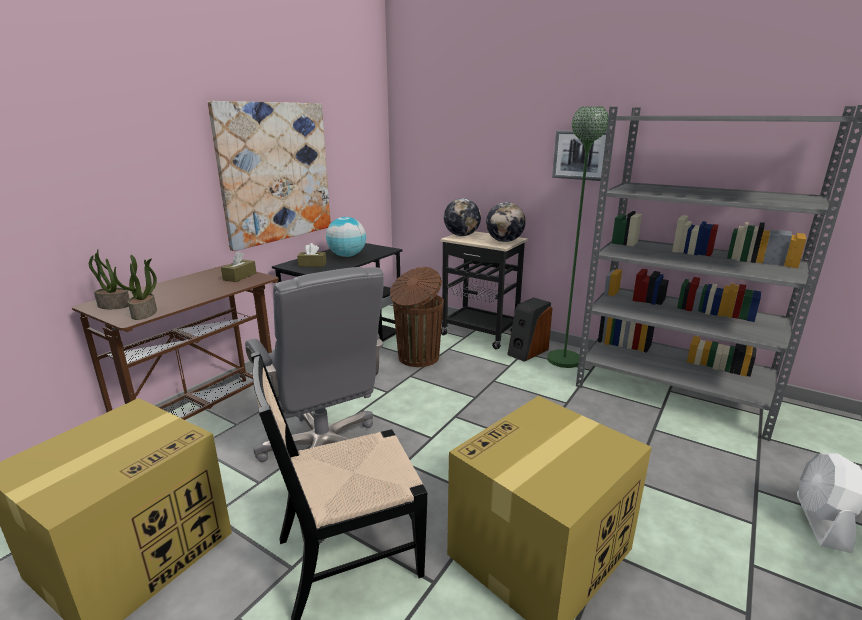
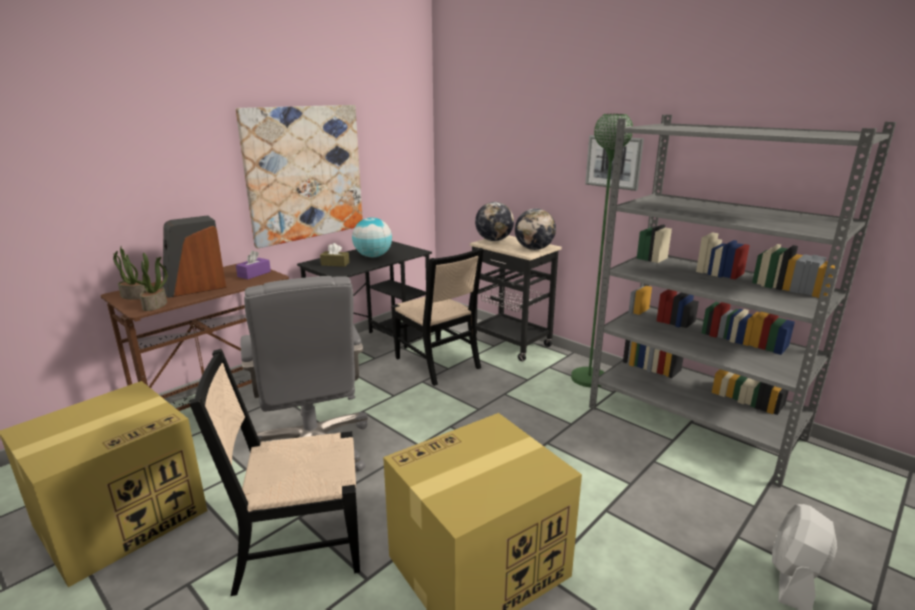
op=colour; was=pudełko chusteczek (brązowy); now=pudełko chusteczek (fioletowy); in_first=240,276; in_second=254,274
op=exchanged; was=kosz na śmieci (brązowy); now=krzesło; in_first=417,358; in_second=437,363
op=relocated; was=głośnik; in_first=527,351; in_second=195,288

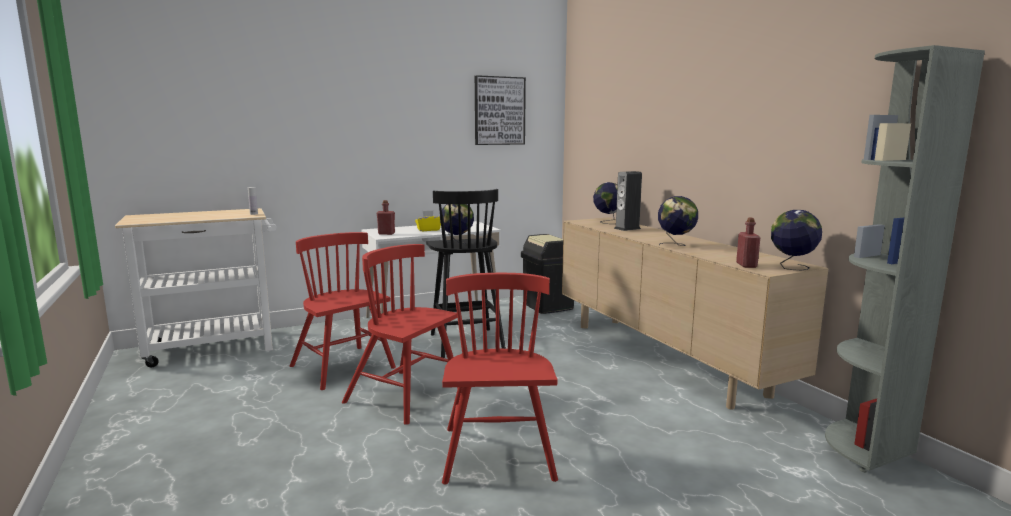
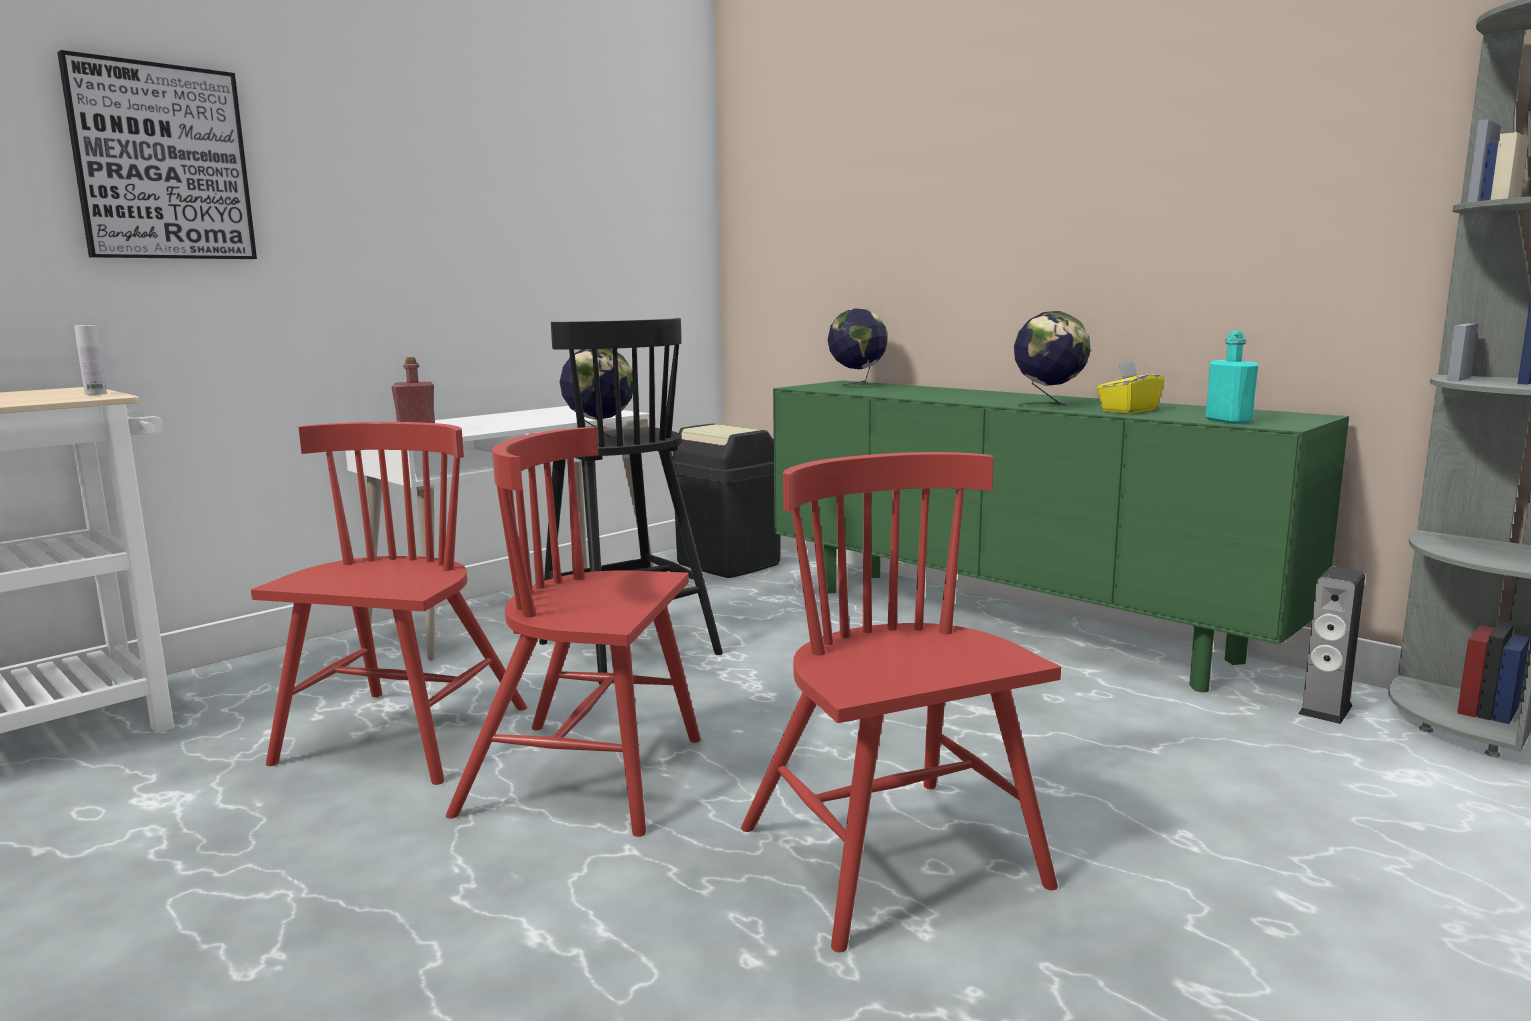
op=relocated; was=obraz; in_first=499,111; in_second=162,163
op=relocated; was=głośnik; in_first=627,228; in_second=1325,709
op=relocated; was=pudełko chusteczek (żółty); in_first=428,230; in_second=1128,410
op=missing; was=globus; in_first=792,267
op=colour; was=szafka (beżowy); now=szafka (zielony); in_first=663,357; in_second=1010,622
op=colour; was=butelka (czerwony); now=butelka (turkusowy); in_first=746,265; in_second=1228,421
op=spun; was=krzesło (czerwony); in_first=345,368; in_second=396,740; clockwise=75

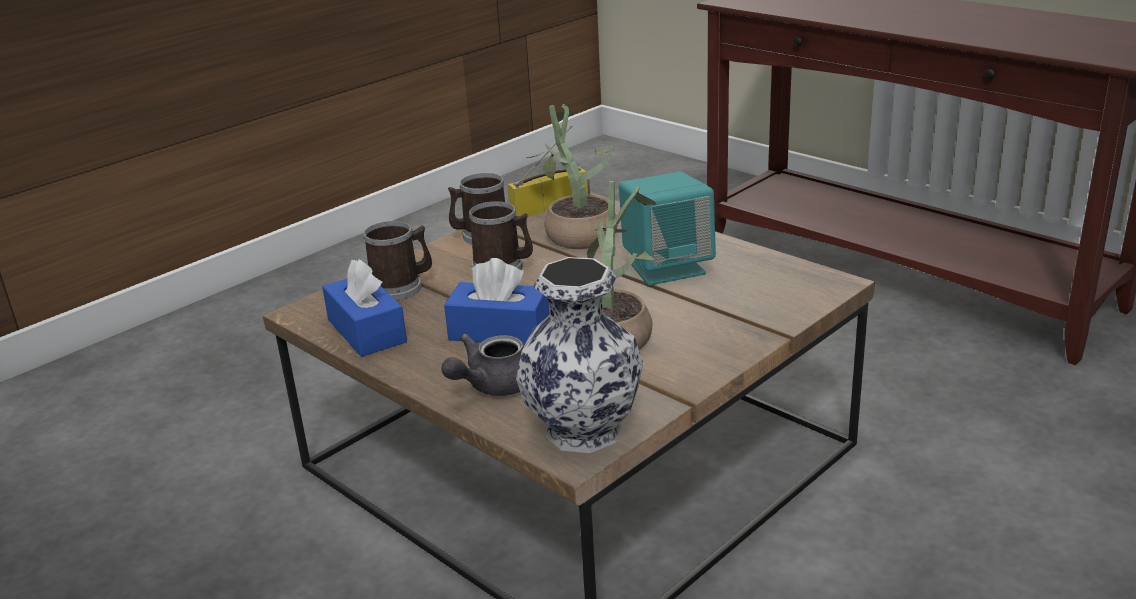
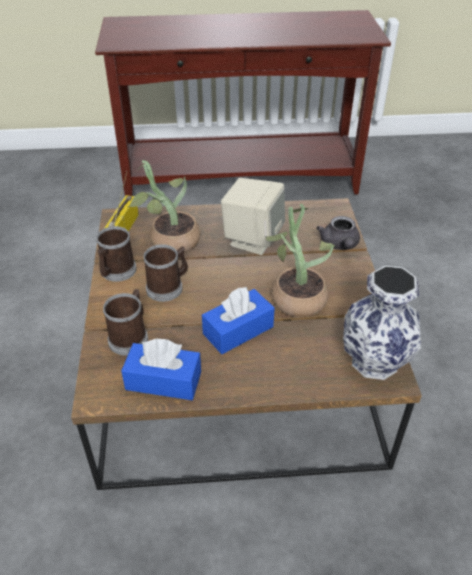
op=colour; was=głośnik (turkusowy); now=głośnik (beżowy); in_first=667,268; in_second=252,239
op=relocated; was=imbryk (szary); in_first=493,386; in_second=340,245

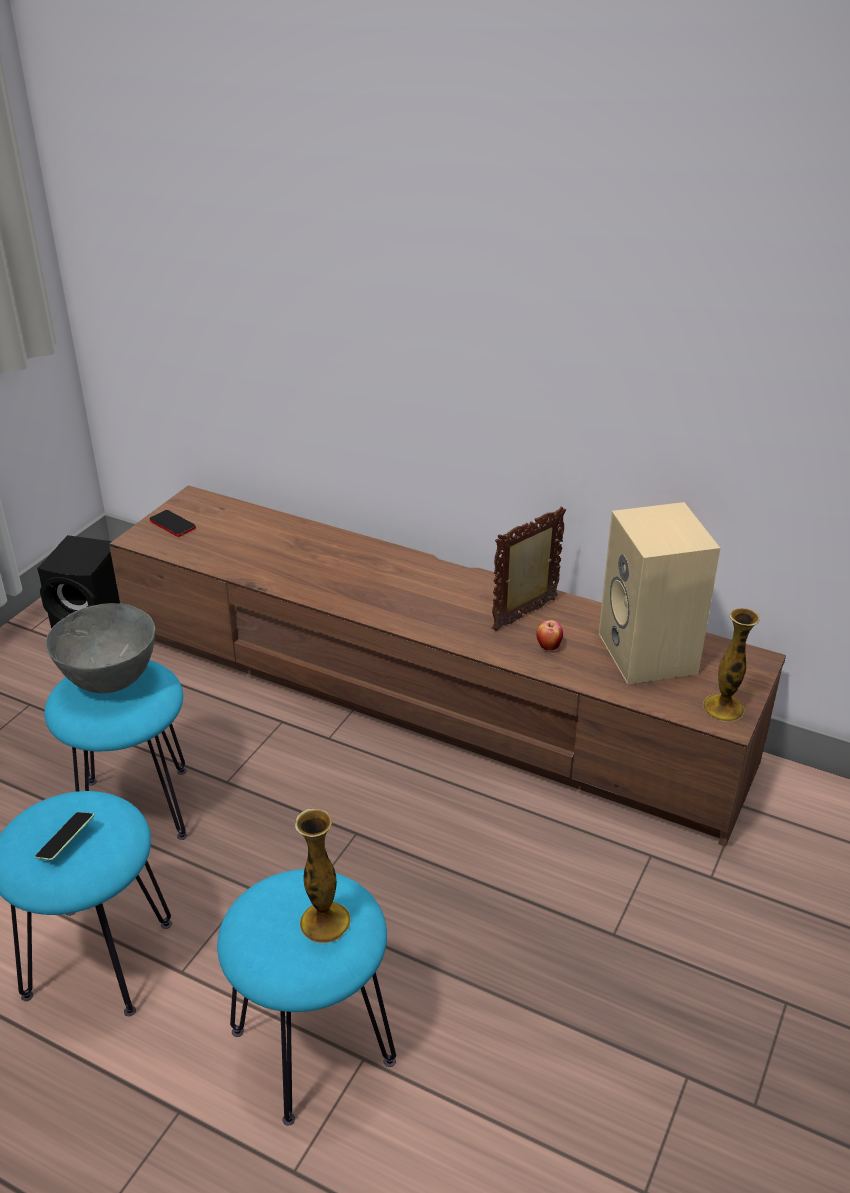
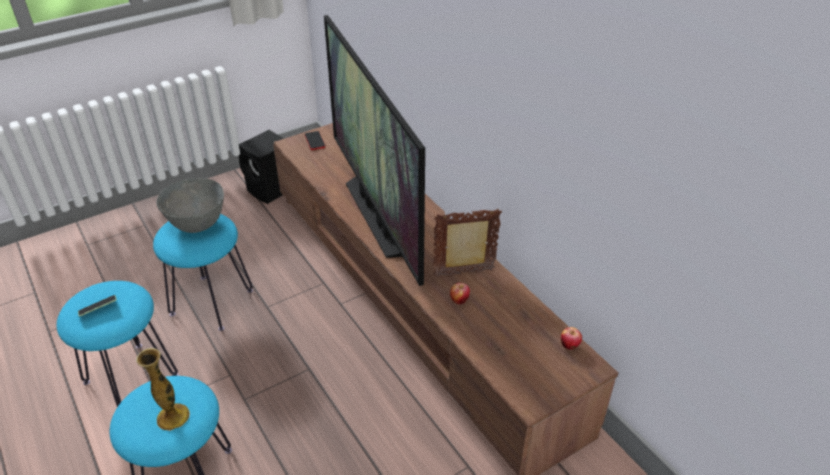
op=missing; was=głośnik (beżowy); in_first=650,654
op=missing; was=wazon; in_first=723,708
op=appeared; now=telewizor; in_second=377,215
op=appeared; now=jabłko; in_second=569,346

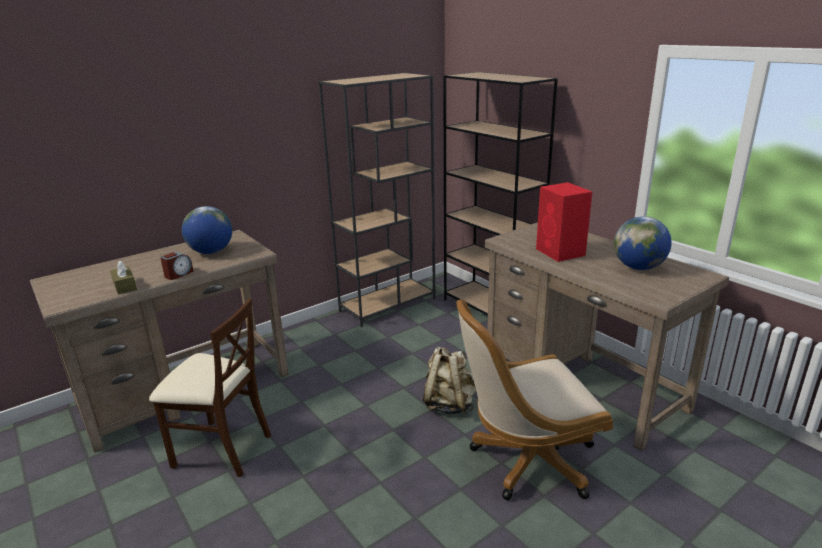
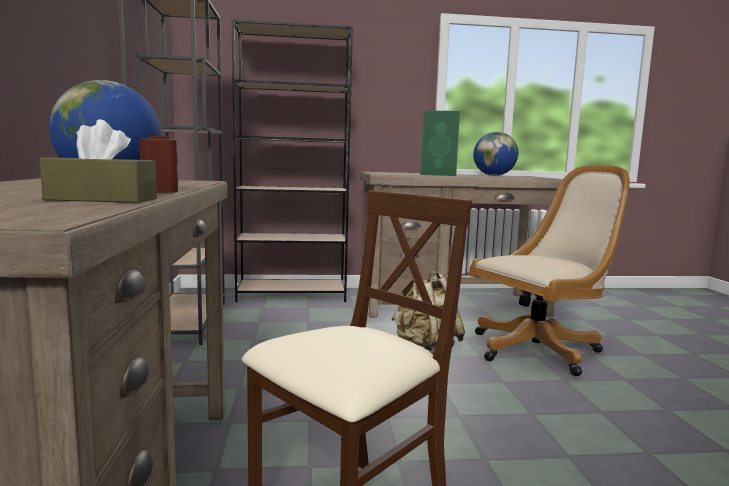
op=colour; was=głośnik (czerwony); now=głośnik (zielony); in_first=561,252; in_second=439,175
op=spun; was=krzesło biurowe; in_first=525,461; in_second=541,348; clockwise=-135

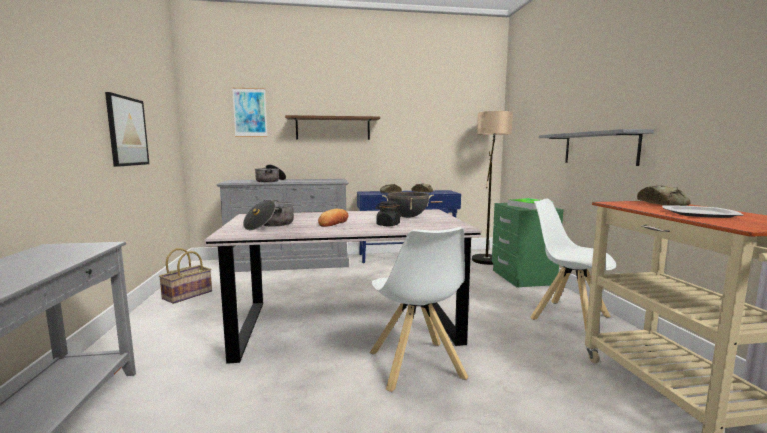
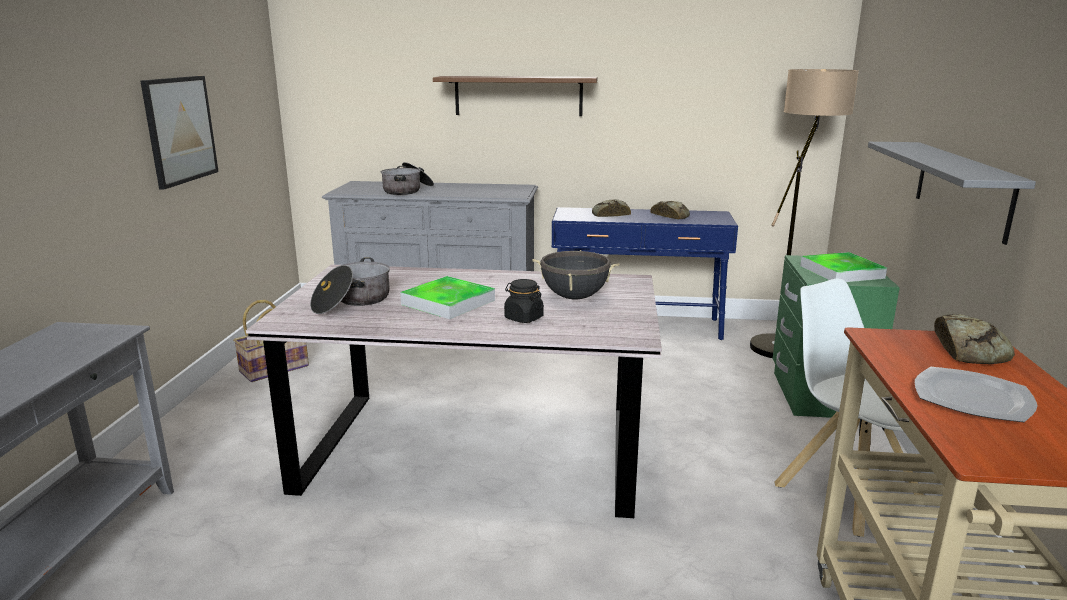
op=missing; was=obraz; in_first=250,112
op=exchanged; was=chleb; now=taca; in_first=334,222; in_second=448,302
op=missing; was=krzesło (biały); in_first=416,366

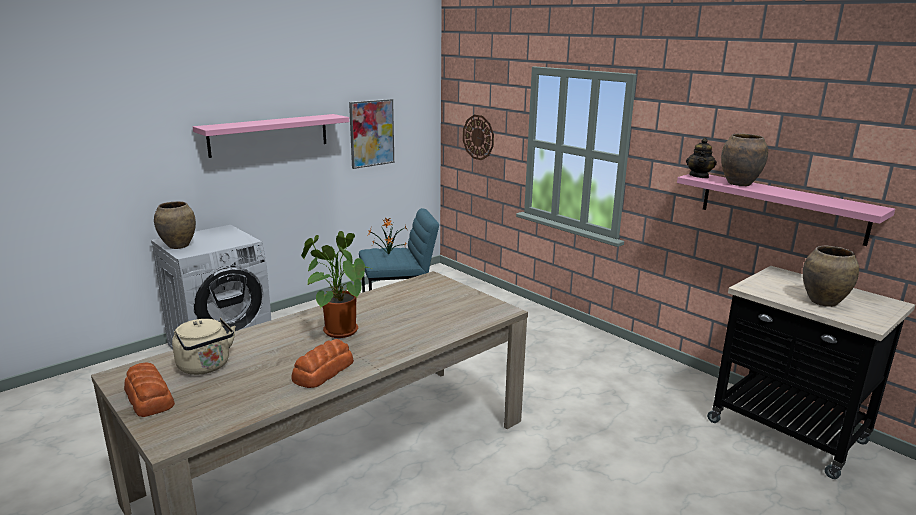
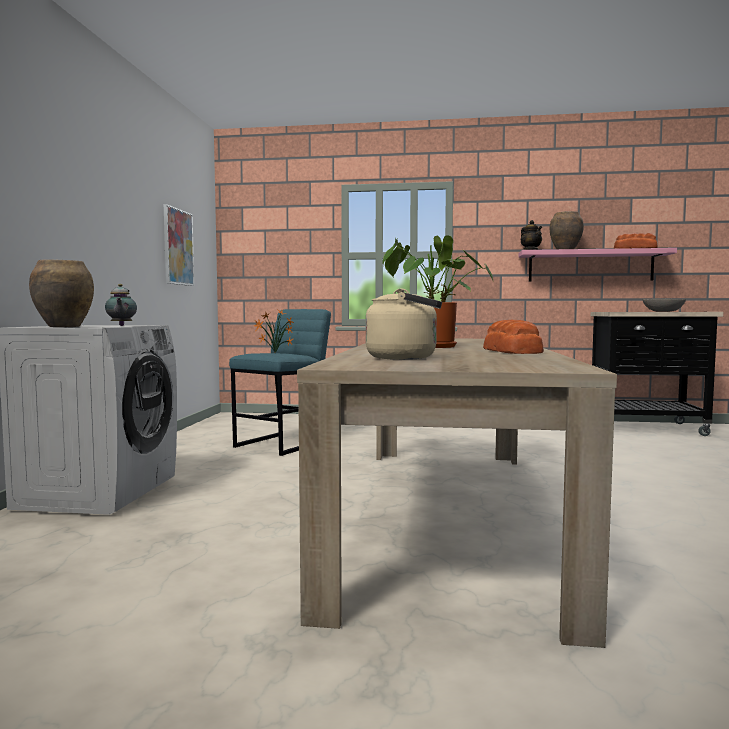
op=missing; was=półka (różowy); in_first=269,135
op=missing; was=zegar ścienny; in_first=478,137
op=exchanged; was=wazon (brązowy); now=miska (szary); in_first=823,302; in_second=663,311
op=relocated; was=chleb; in_first=149,397; in_second=634,249
op=appeared; now=imbryk; in_second=121,325

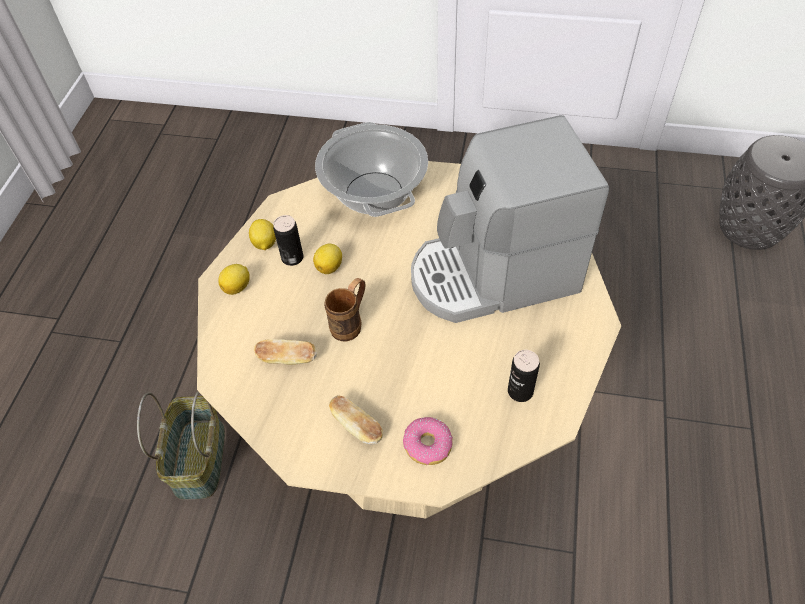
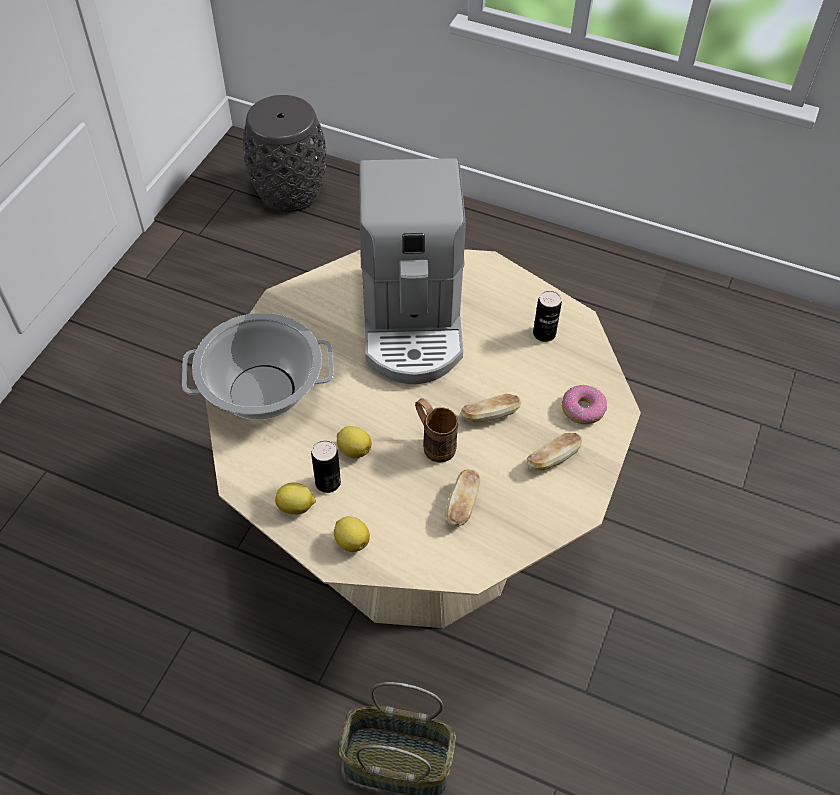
op=appeared; now=chleb; in_second=490,415

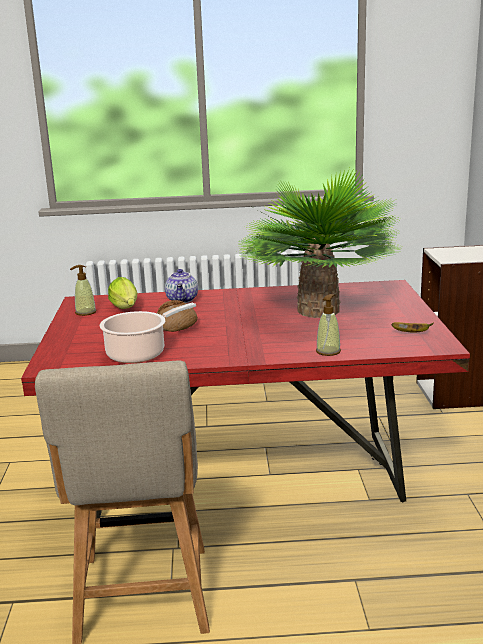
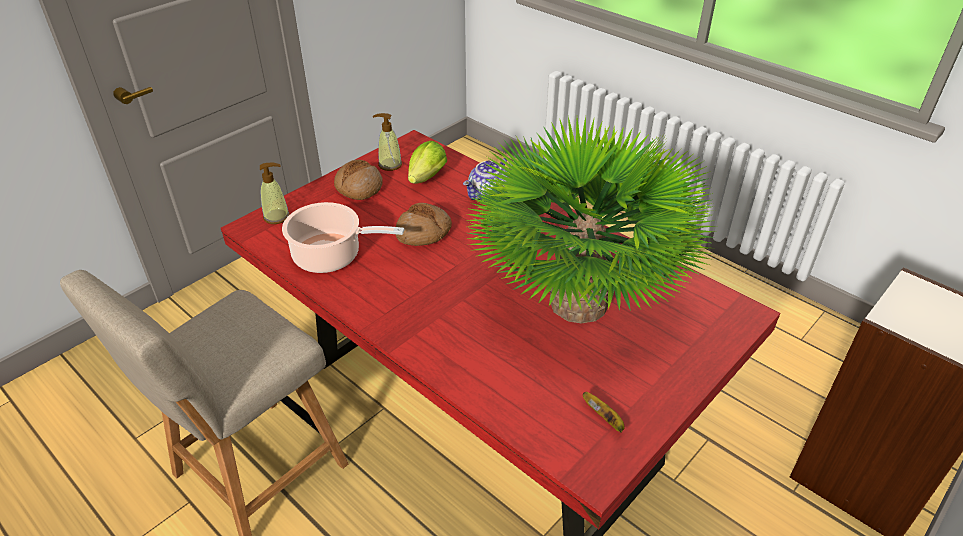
op=relocated; was=dozownik mydła; in_first=328,351; in_second=277,217
op=appeared; now=chleb; in_second=358,187

